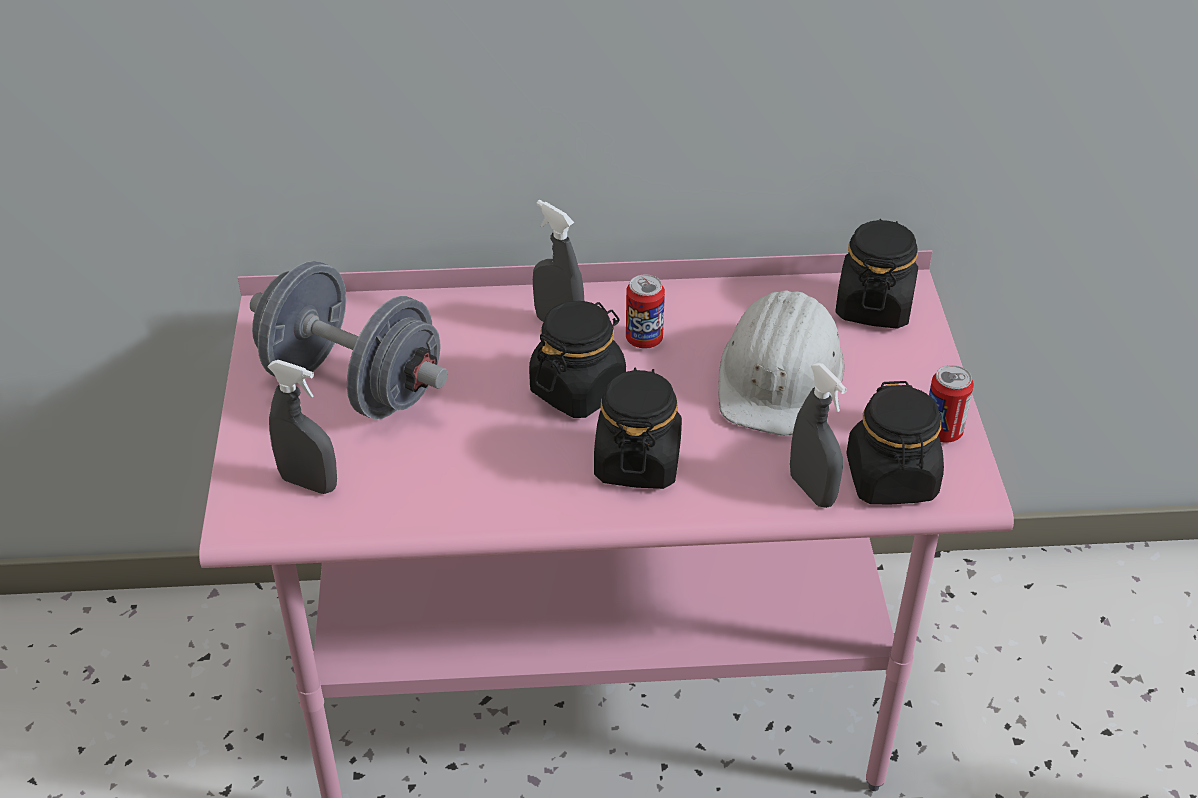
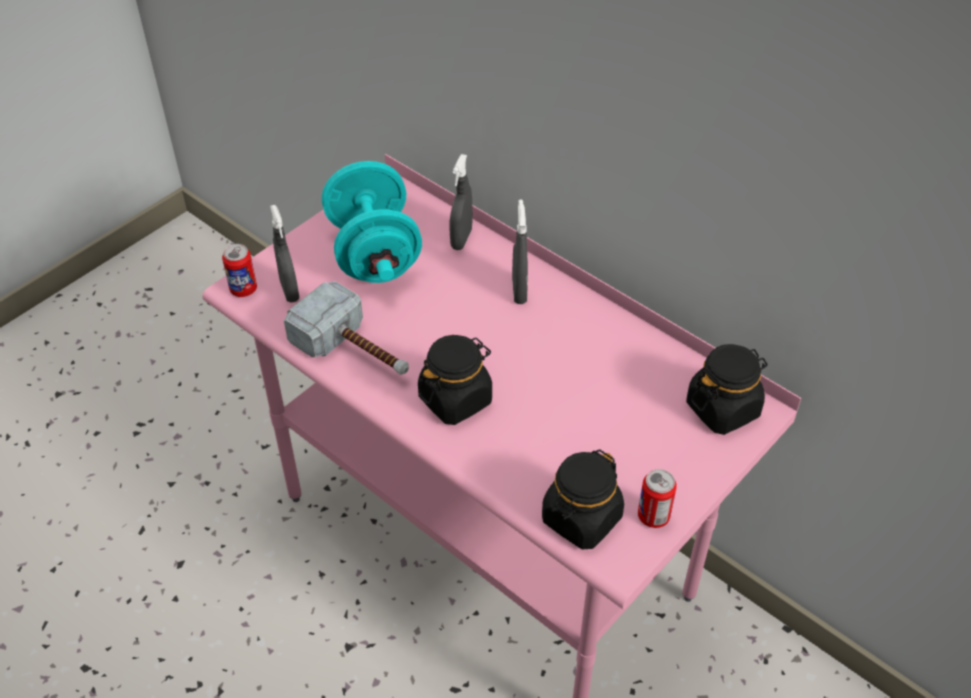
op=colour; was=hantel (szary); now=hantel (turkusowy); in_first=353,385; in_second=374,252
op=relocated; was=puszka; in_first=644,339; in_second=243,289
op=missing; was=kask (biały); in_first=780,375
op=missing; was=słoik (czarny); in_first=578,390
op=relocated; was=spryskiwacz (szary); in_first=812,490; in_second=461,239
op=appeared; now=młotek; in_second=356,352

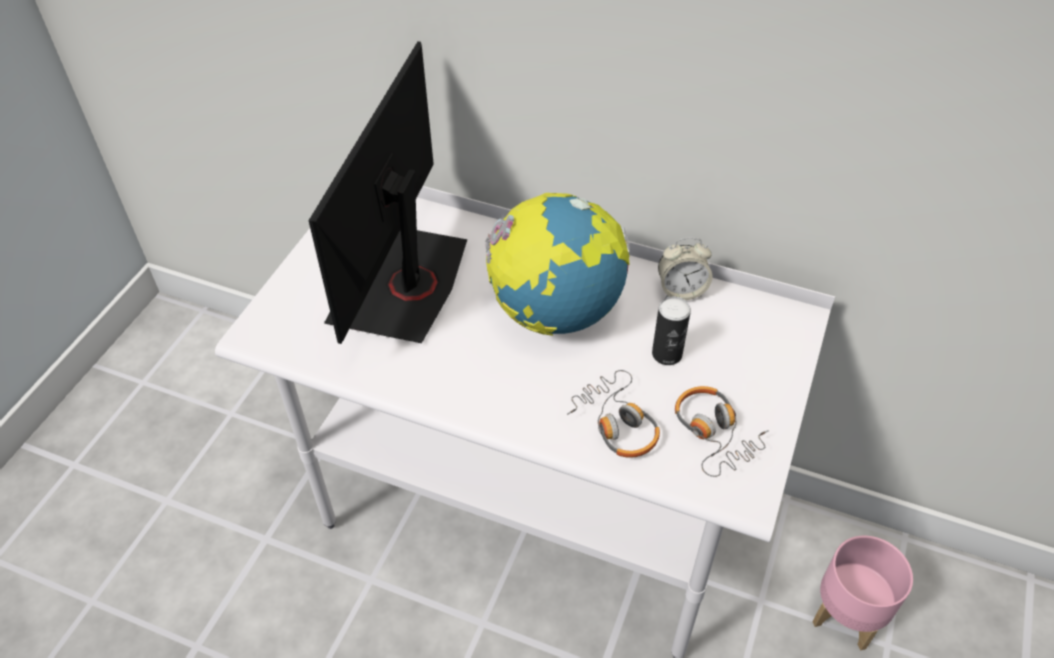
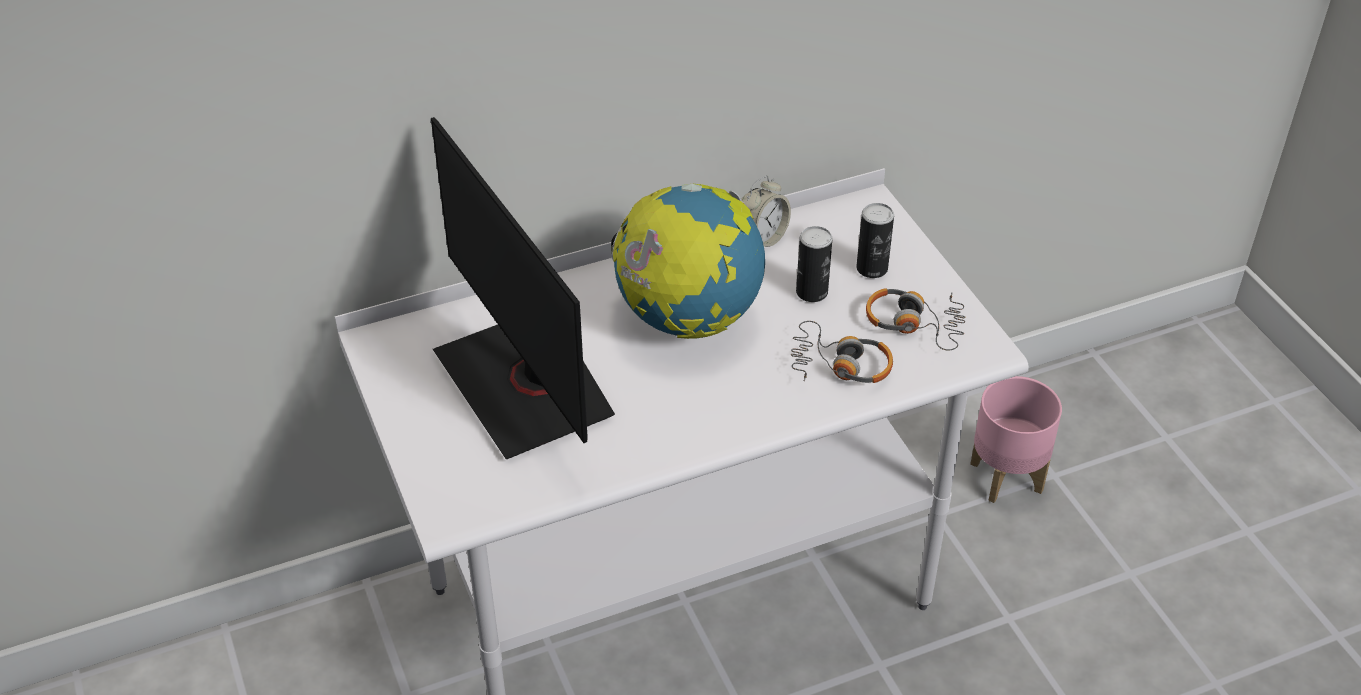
op=appeared; now=puszka; in_second=872,268

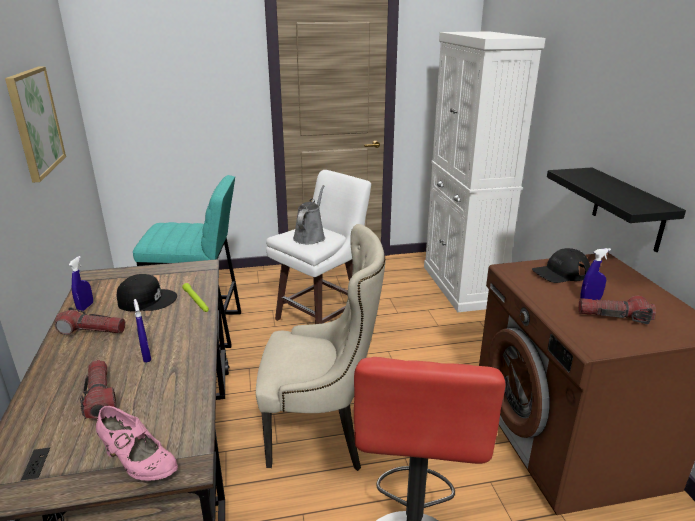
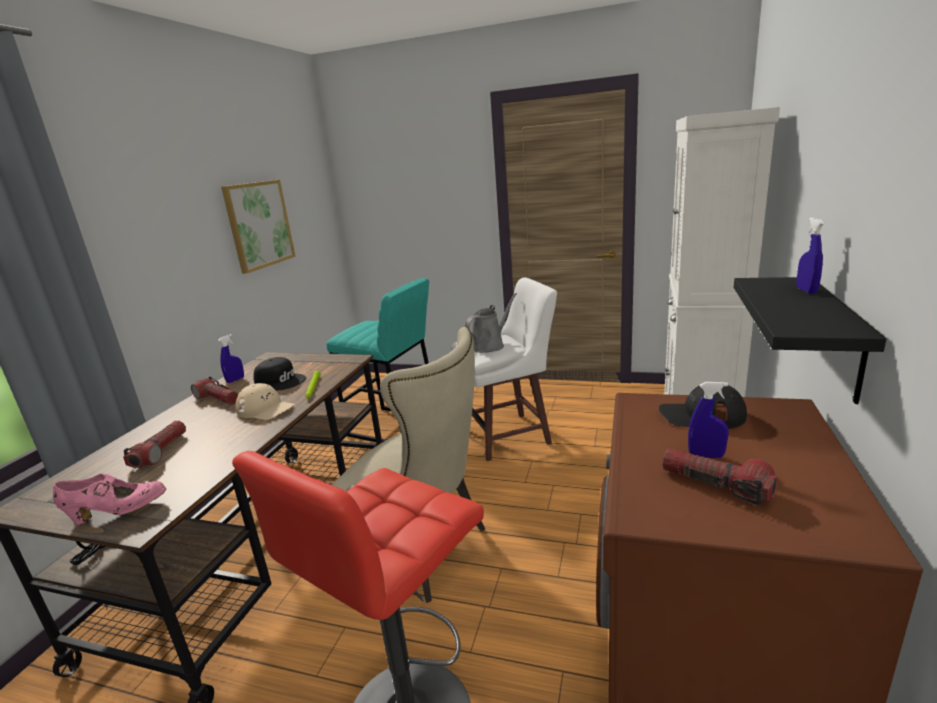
op=relocated; was=spryskiwacz (niebieski); in_first=146,356; in_second=806,290
op=spun; was=but (różowy); in_first=138,463; in_second=118,512; clockwise=-75
op=appeared; now=czapka z daszkiem (beżowy); in_second=265,409

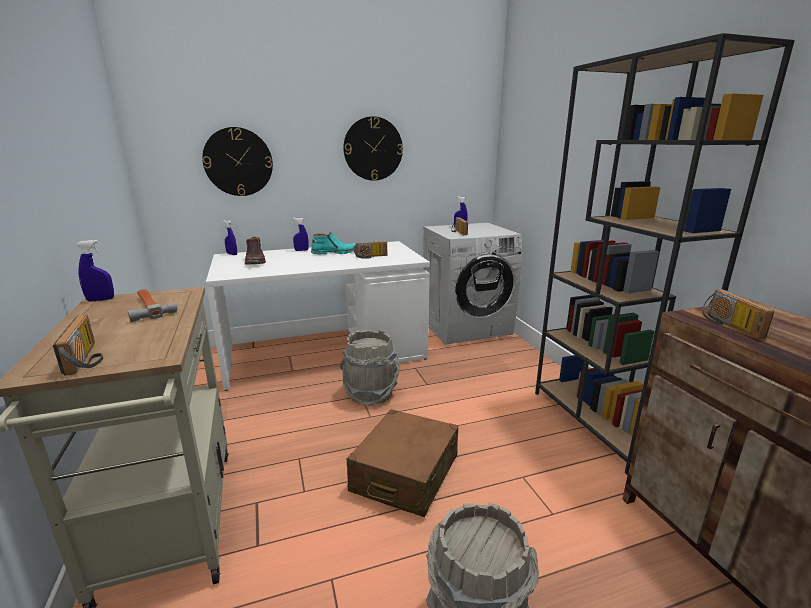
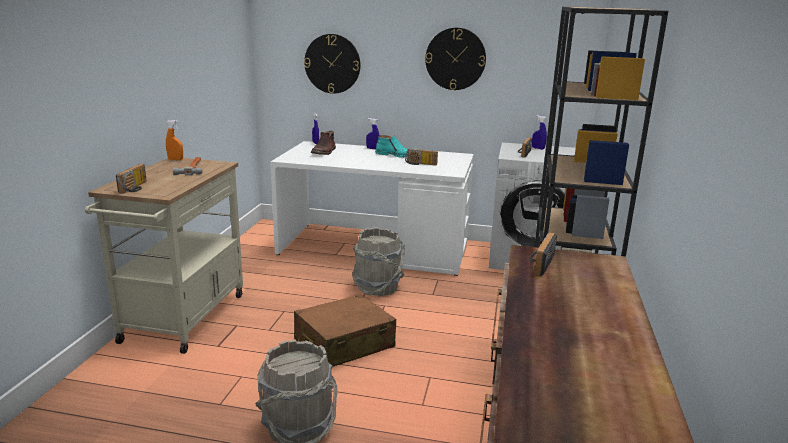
op=colour; was=spryskiwacz (niebieski); now=spryskiwacz (pomarańczowy); in_first=100,300; in_second=175,159

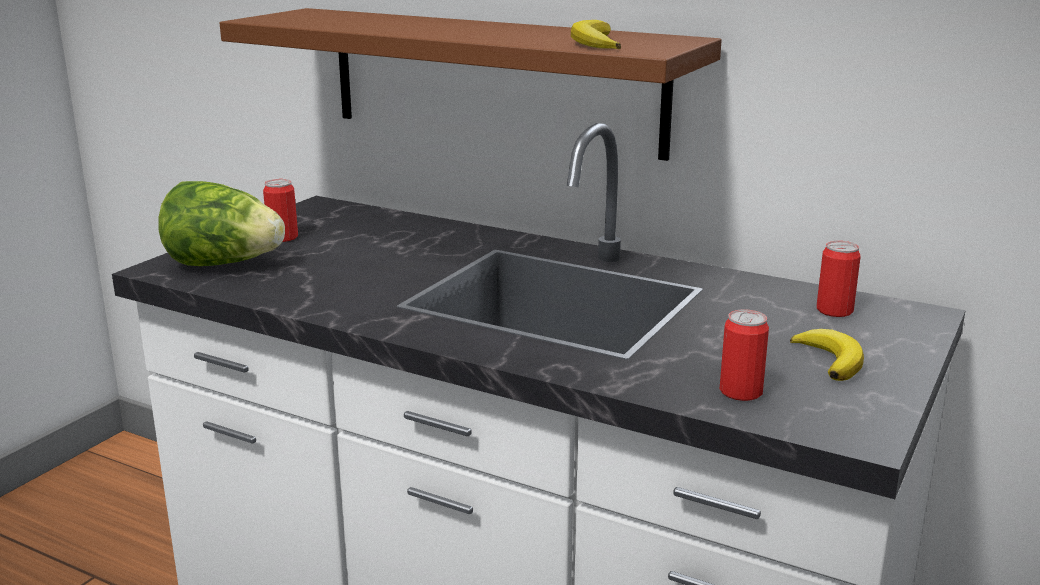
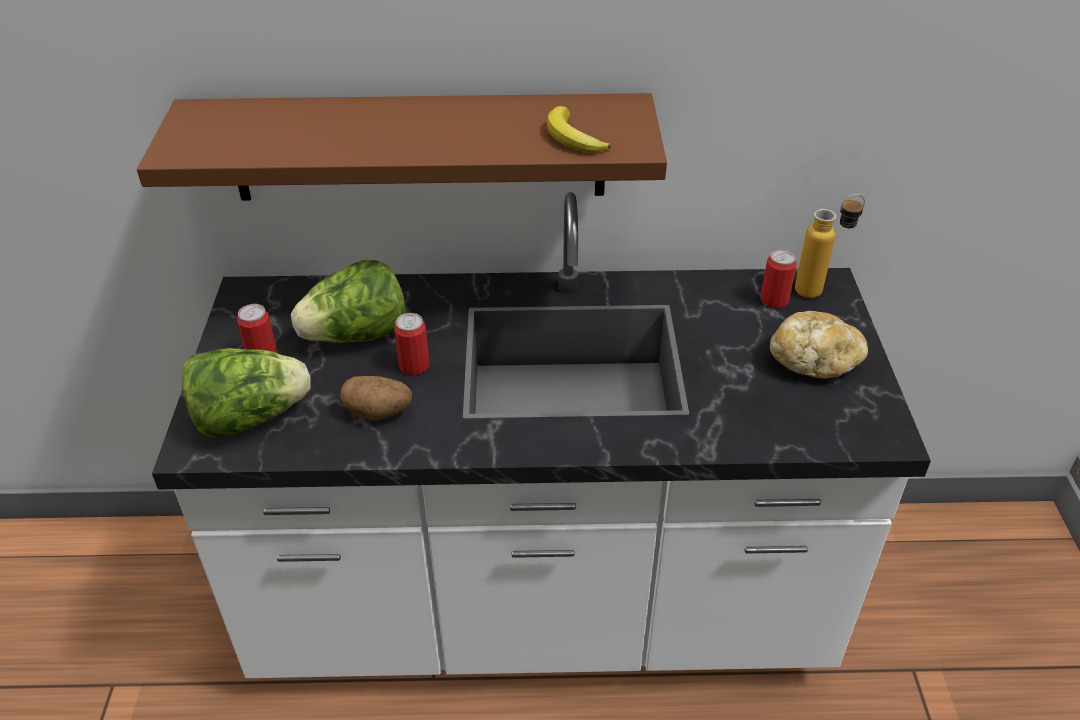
op=relocated; was=puszka; in_first=741,392; in_second=414,366
op=exchanged; was=banan; now=chleb; in_first=830,360; in_second=814,361
op=appeared; now=butelka; in_second=819,290
op=appeared; now=sałata; in_second=357,336
op=appeared; now=ziemniak; in_second=379,412

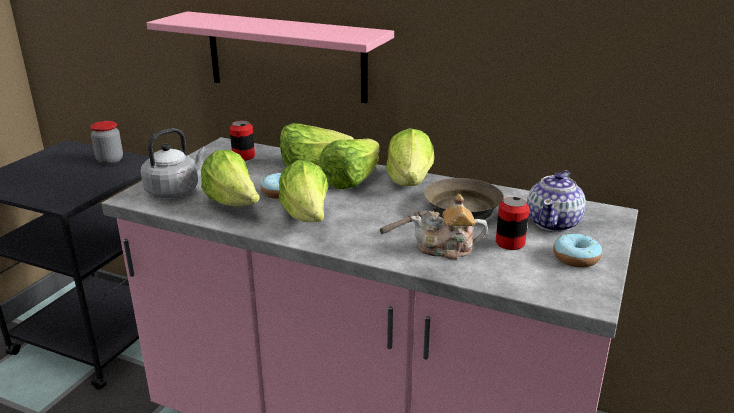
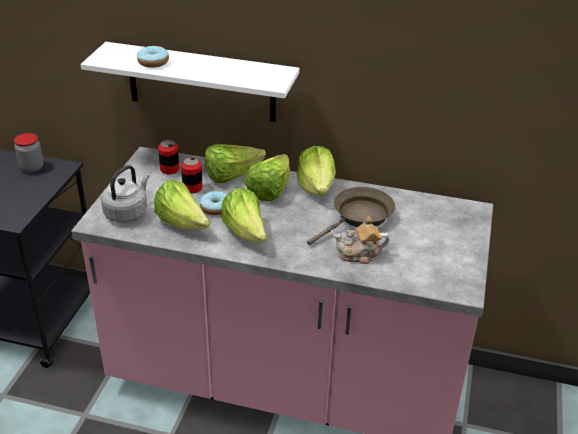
op=colour; was=półka (różowy); now=półka (biały); in_first=286,56; in_second=201,82
op=missing; was=imbryk; in_first=554,223
op=relocated; was=puszka; in_first=510,243; in_second=192,188
op=relocated; was=donut; in_first=576,258; in_second=153,62

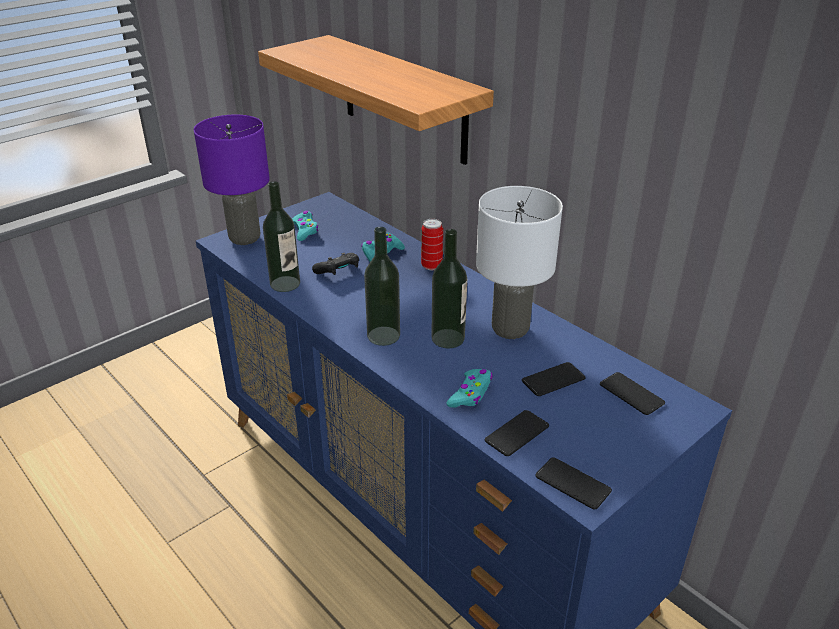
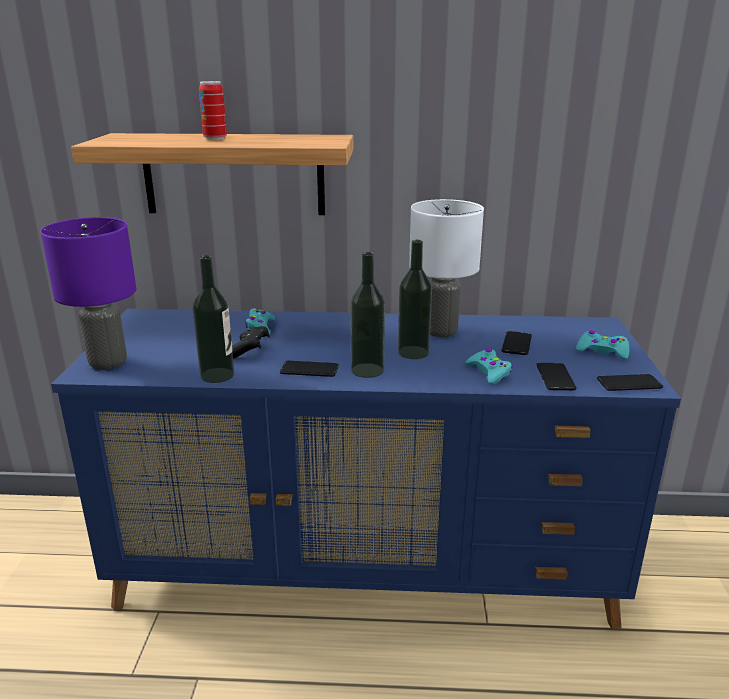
op=relocated; was=pad do gier (turkusowy); in_first=304,230; in_second=602,351
op=relocated; was=puszka; in_first=431,266; in_second=215,138
op=relocated; was=telefon; in_first=631,394; in_second=309,370

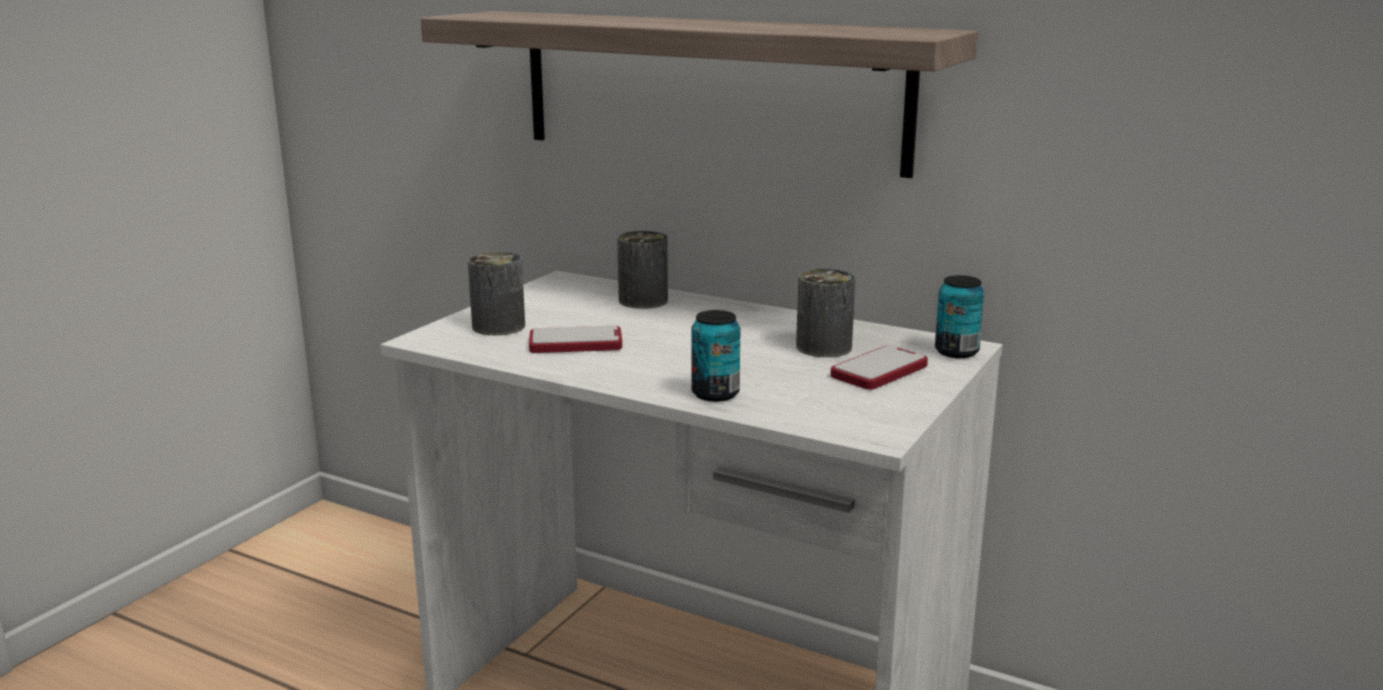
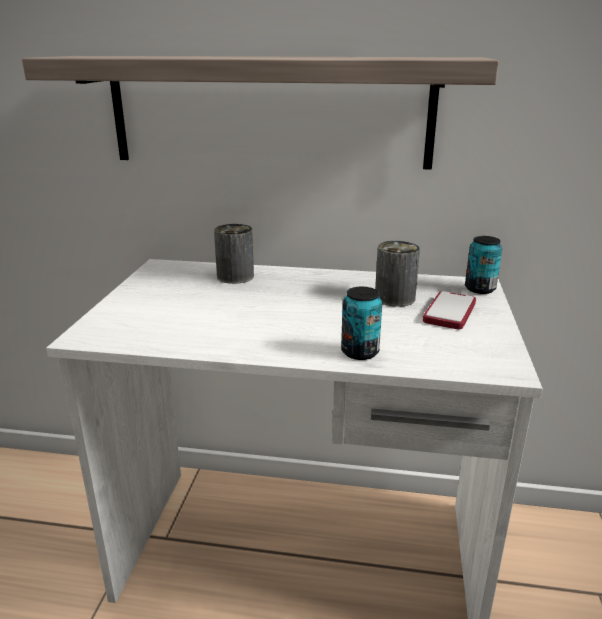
op=missing; was=puszka; in_first=498,326
op=missing; was=telefon; in_first=575,343

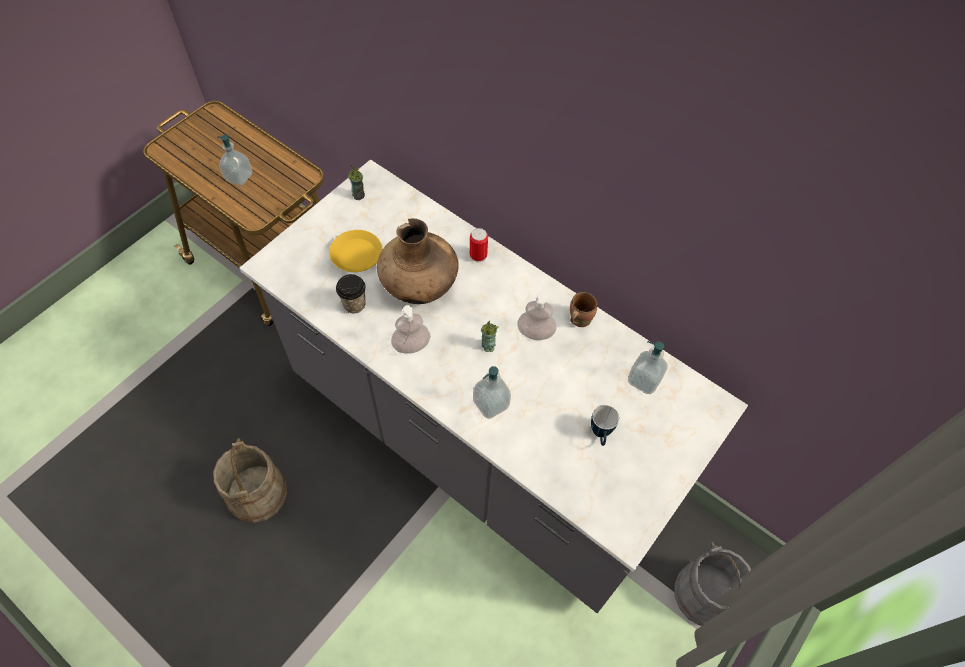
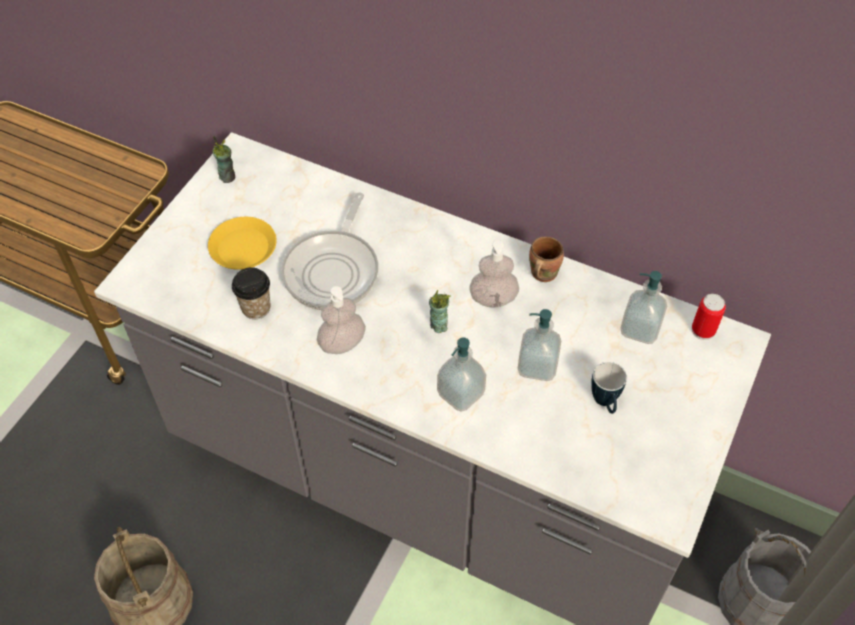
op=relocated; was=dozownik mydła; in_first=239,177; in_second=537,366
op=exchanged; was=wazon (brązowy); now=patelnia; in_first=420,285; in_second=333,270
op=relocated; was=puszka; in_first=478,255; in_second=703,330

